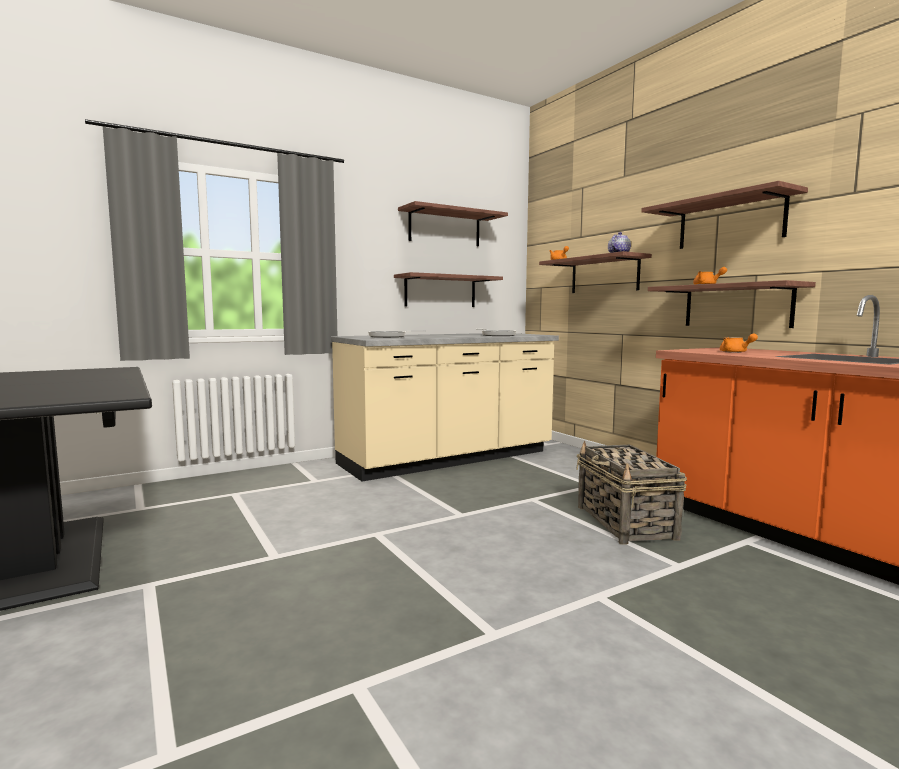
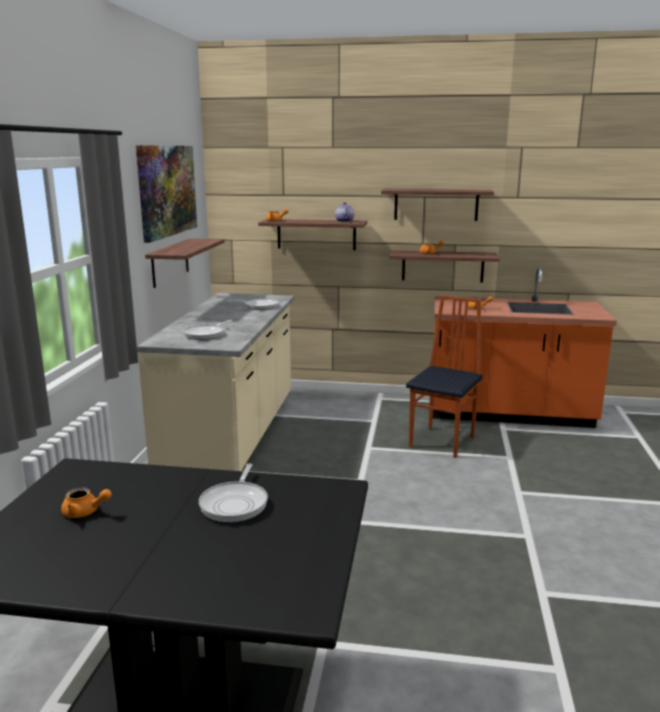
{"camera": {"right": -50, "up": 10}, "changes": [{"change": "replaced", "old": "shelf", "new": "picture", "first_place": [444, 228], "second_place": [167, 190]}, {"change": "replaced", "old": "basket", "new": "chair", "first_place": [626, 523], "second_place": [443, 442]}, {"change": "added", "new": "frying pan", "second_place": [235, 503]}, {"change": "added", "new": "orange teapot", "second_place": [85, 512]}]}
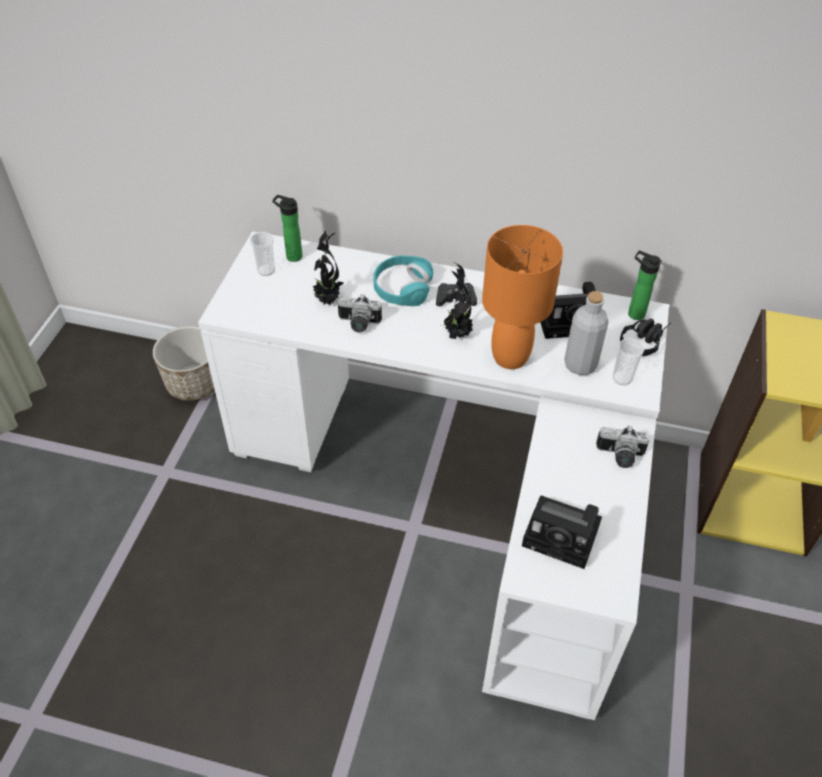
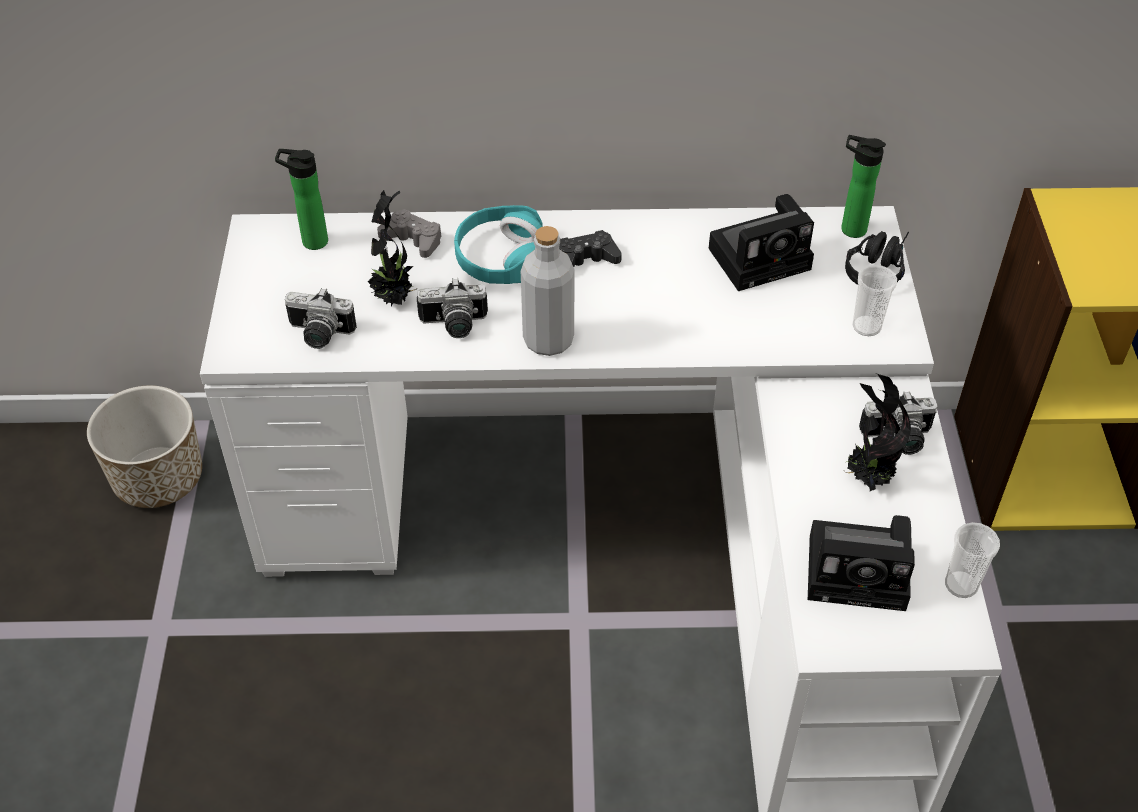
{"camera": {"right": -15, "up": 0}, "changes": [{"change": "removed", "old": "orange table lamp", "first_place": [510, 357]}, {"change": "moved", "old": "cup", "first_place": [266, 270], "second_place": [961, 585]}, {"change": "moved", "old": "potted plant", "first_place": [456, 333], "second_place": [866, 477]}, {"change": "moved", "old": "grey bottle", "first_place": [580, 365], "second_place": [548, 340]}, {"change": "added", "new": "grey game controller", "second_place": [413, 239]}, {"change": "added", "new": "photo camera", "second_place": [319, 335]}]}
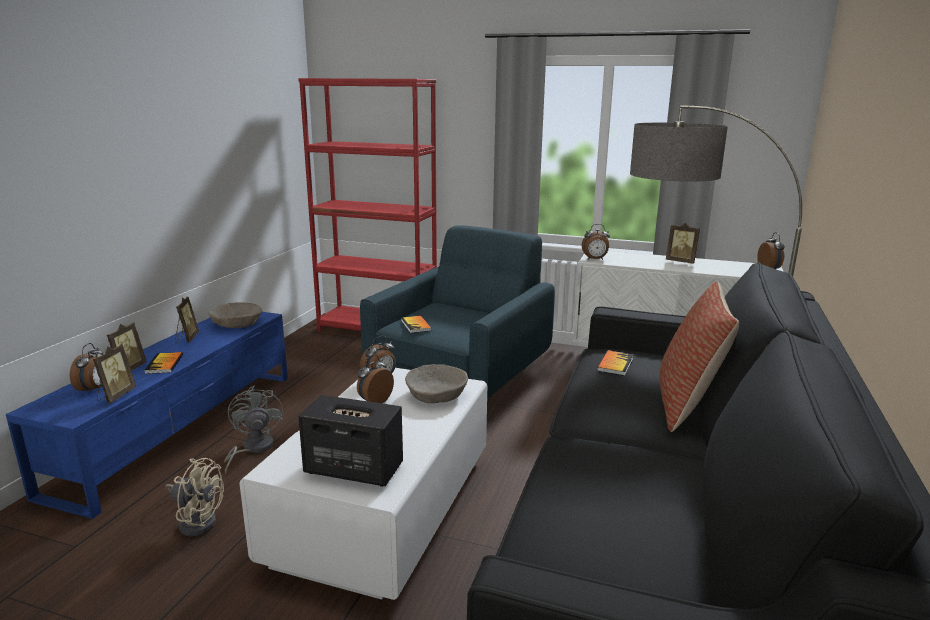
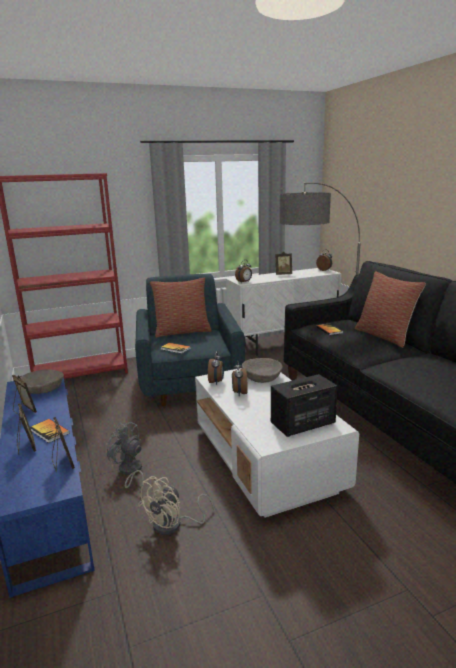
{"camera": {"right": -40, "up": 0}, "changes": [{"change": "removed", "old": "alarm clock", "first_place": [94, 389]}, {"change": "turned", "old": "beige fan", "first_place": [197, 520], "second_place": [173, 525], "degrees": 150}, {"change": "added", "new": "pillow", "second_place": [182, 331]}]}
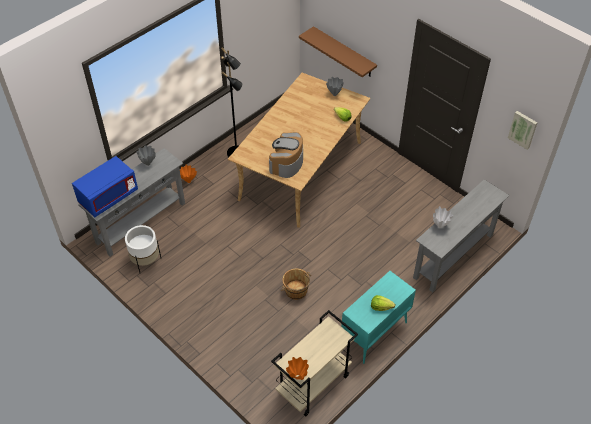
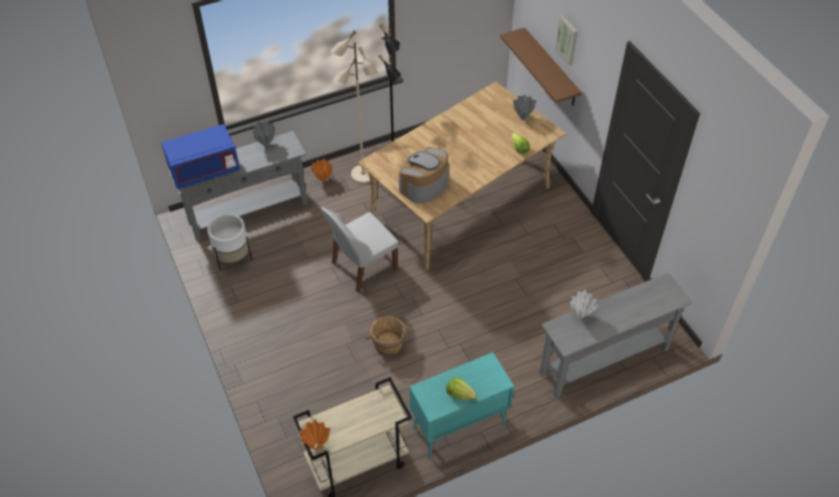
{"camera": {"right": 20, "up": 0}, "changes": [{"change": "moved", "old": "picture", "first_place": [523, 129], "second_place": [567, 40]}, {"change": "added", "new": "beige floor lamp", "second_place": [363, 175]}, {"change": "added", "new": "white chair", "second_place": [362, 267]}]}
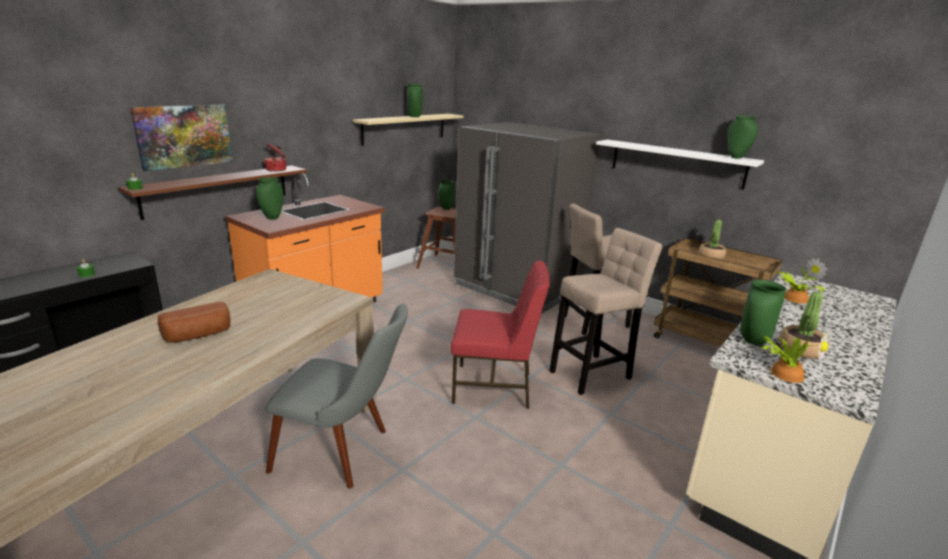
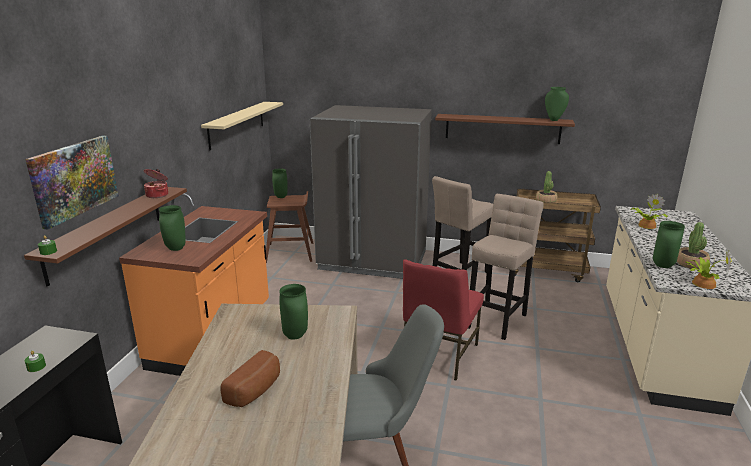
{"camera": {"right": -25, "up": 0}, "changes": [{"change": "moved", "old": "green vase", "first_place": [415, 116], "second_place": [296, 336]}, {"change": "recoloured", "old": "white shelf", "new": "brown shelf", "first_place": [676, 163], "second_place": [502, 128]}, {"change": "turned", "old": "red chair", "first_place": [494, 387], "second_place": [438, 355], "degrees": 135}]}
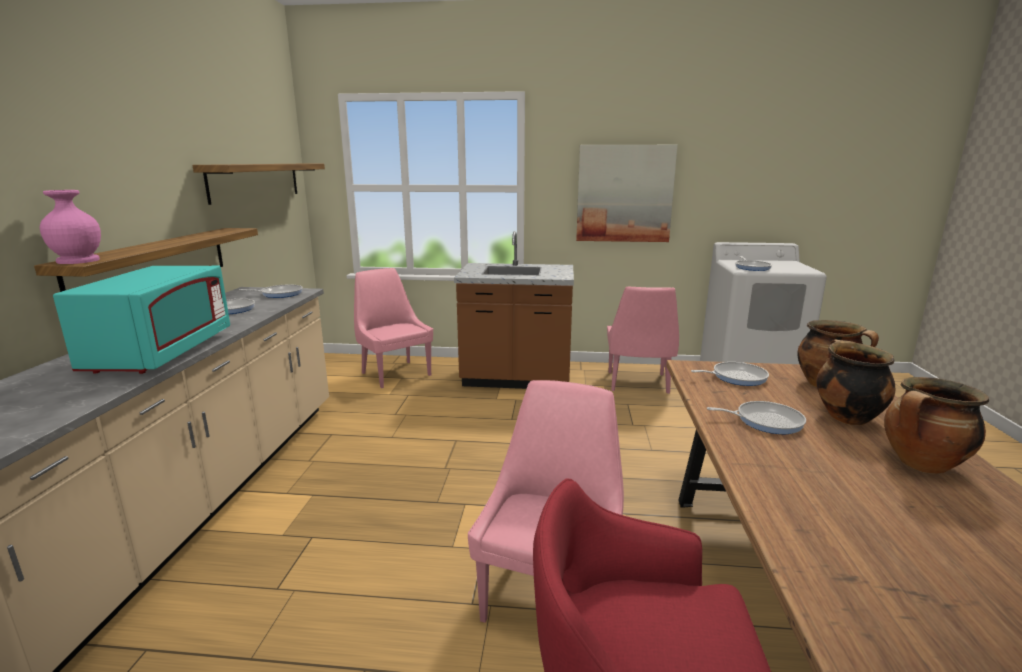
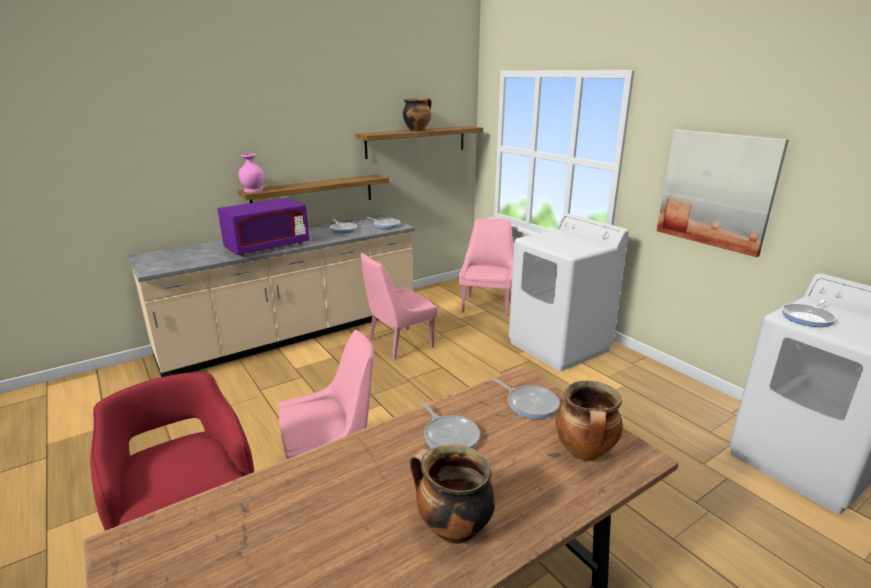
{"camera": {"right": 50, "up": 5}, "changes": [{"change": "replaced", "old": "brown counter", "new": "white washing machine", "first_place": [516, 380], "second_place": [559, 346]}, {"change": "recoloured", "old": "turquoise microwave", "new": "purple microwave", "first_place": [162, 353], "second_place": [267, 247]}, {"change": "moved", "old": "pink chair", "first_place": [638, 383], "second_place": [398, 344]}, {"change": "moved", "old": "cooking pot", "first_place": [845, 417], "second_place": [417, 130]}]}
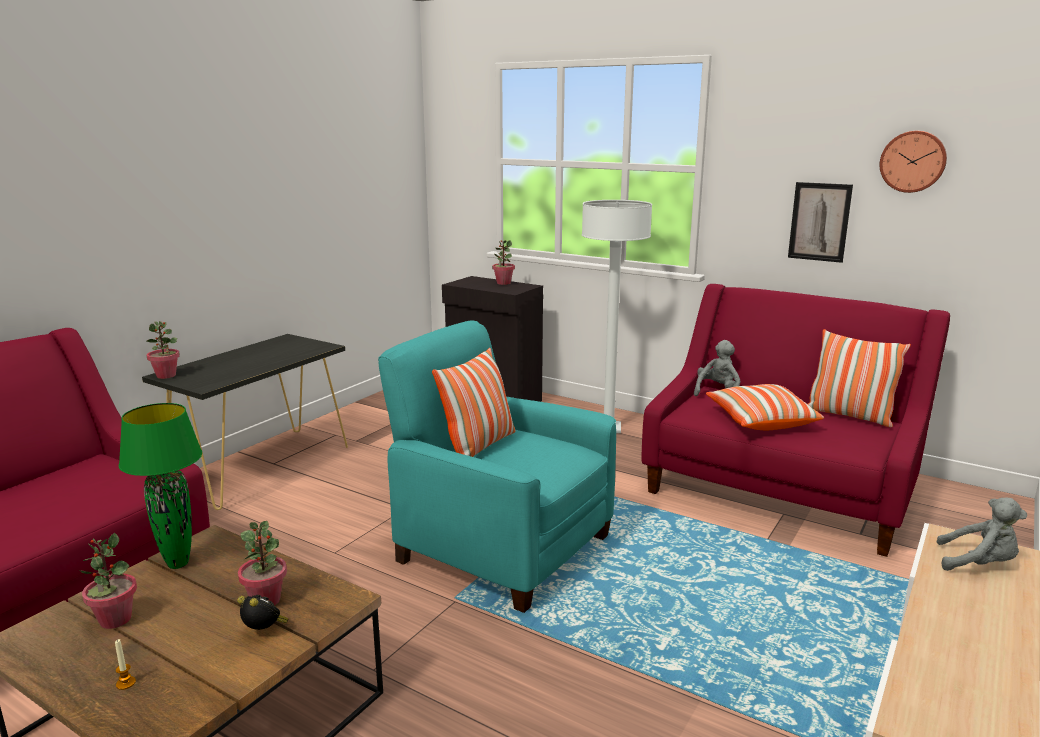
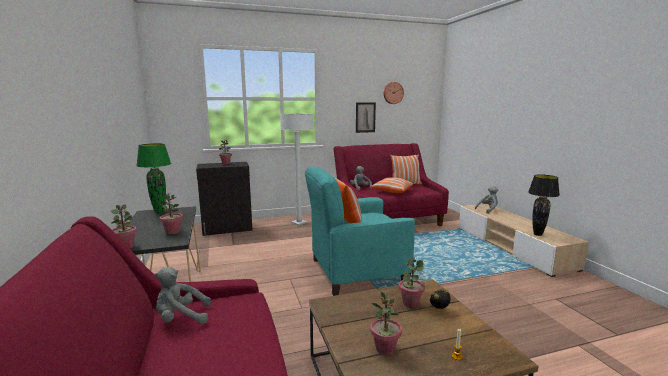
{"camera": {"right": -50, "up": -5}, "changes": [{"change": "moved", "old": "green table lamp", "first_place": [178, 563], "second_place": [159, 212]}, {"change": "added", "new": "black table lamp", "second_place": [538, 234]}, {"change": "added", "new": "potted plant", "second_place": [172, 232]}, {"change": "added", "new": "grey plush toy", "second_place": [181, 318]}]}
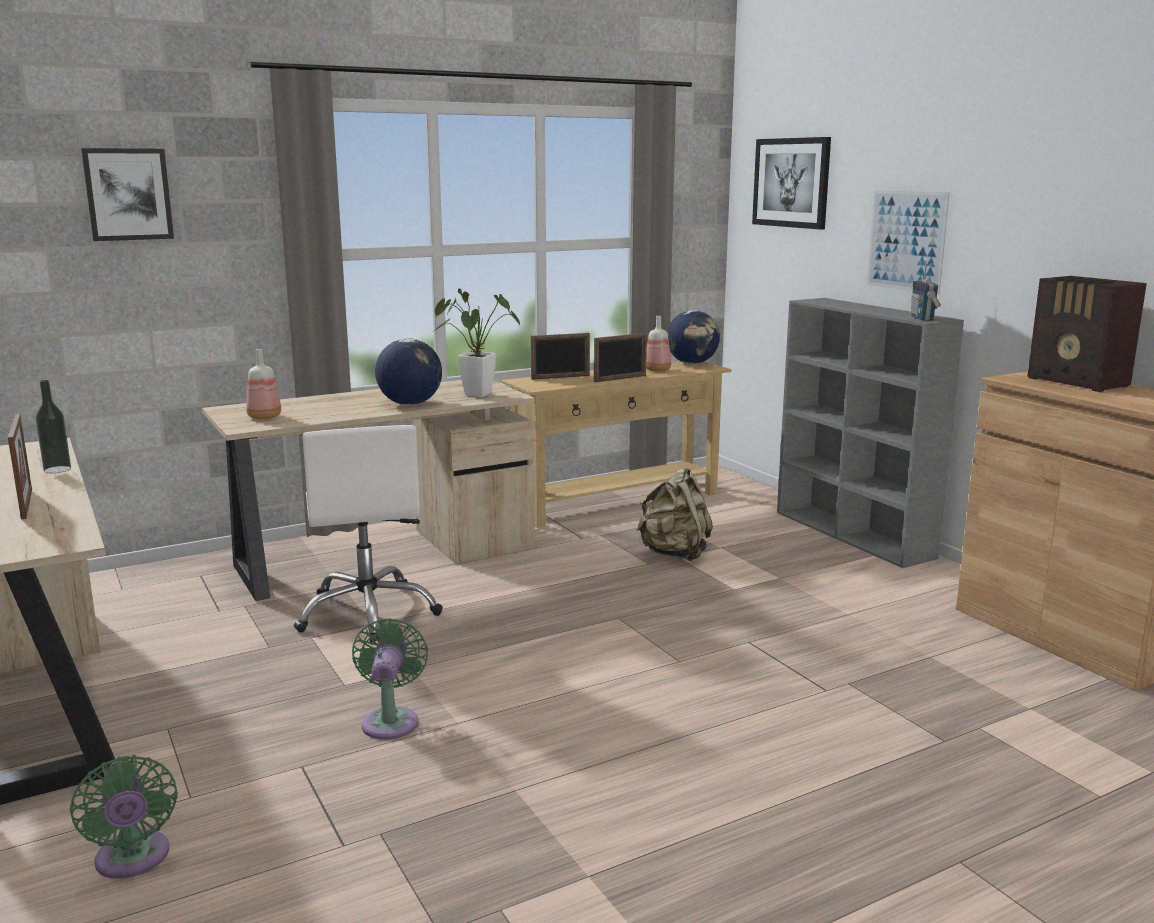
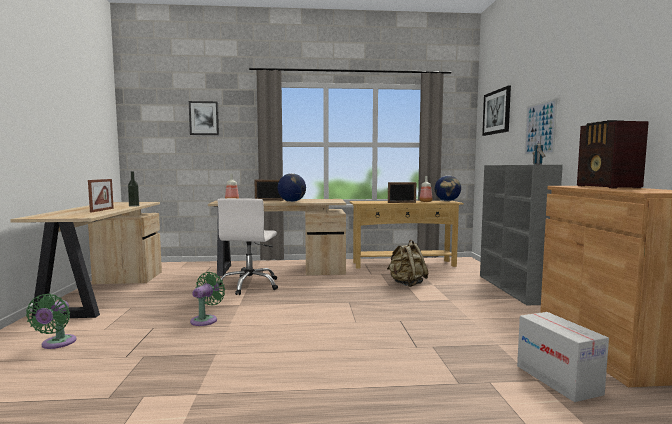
{"camera": {"right": 25, "up": -10}, "changes": [{"change": "removed", "old": "potted plant", "first_place": [472, 394]}, {"change": "moved", "old": "picture frame", "first_place": [560, 377], "second_place": [269, 200]}, {"change": "added", "new": "cardboard box", "second_place": [558, 380]}]}
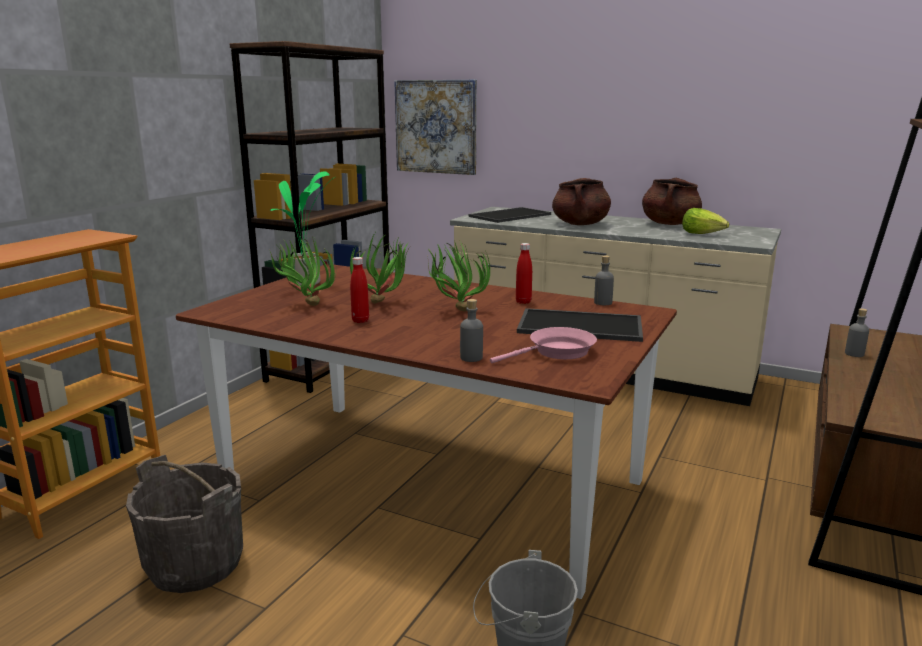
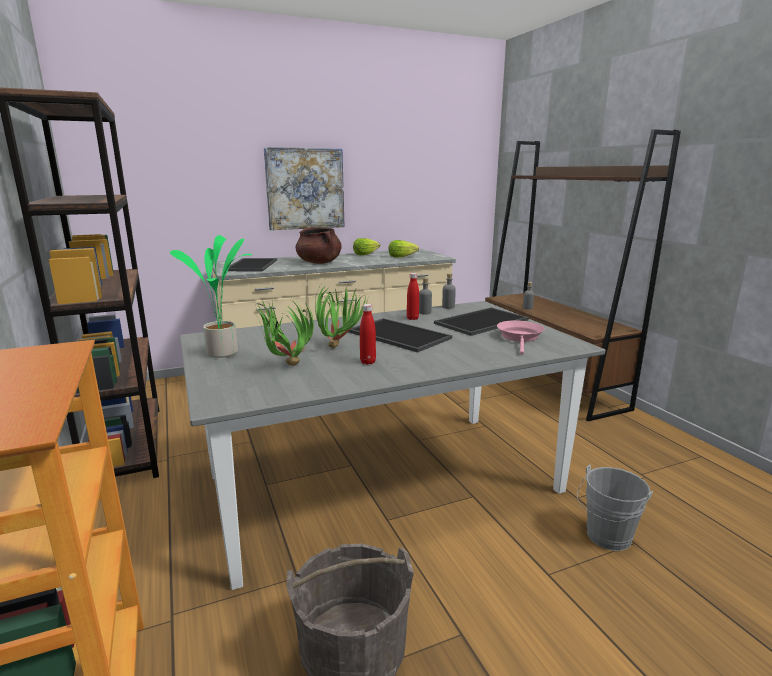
{"camera": {"right": -50, "up": 0}, "changes": [{"change": "moved", "old": "picture", "first_place": [436, 127], "second_place": [305, 189]}, {"change": "replaced", "old": "brown cooking pot", "new": "lettuce", "first_place": [669, 224], "second_place": [365, 254]}, {"change": "replaced", "old": "potted plant", "new": "tray", "first_place": [455, 310], "second_place": [396, 335]}, {"change": "recoloured", "old": "brown dining table", "new": "grey dining table", "first_place": [432, 481], "second_place": [384, 482]}, {"change": "moved", "old": "grey bottle", "first_place": [471, 358], "second_place": [424, 312]}]}
